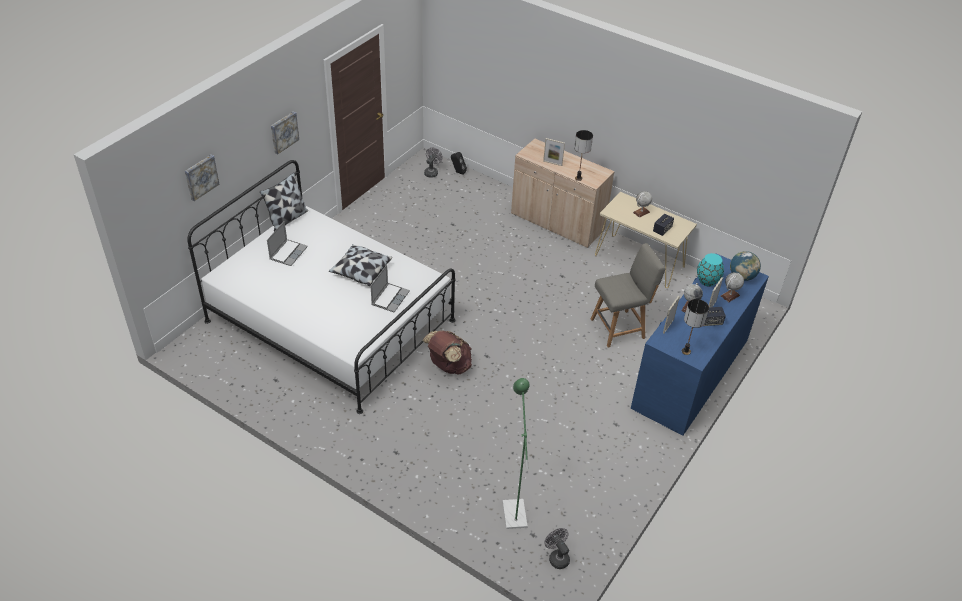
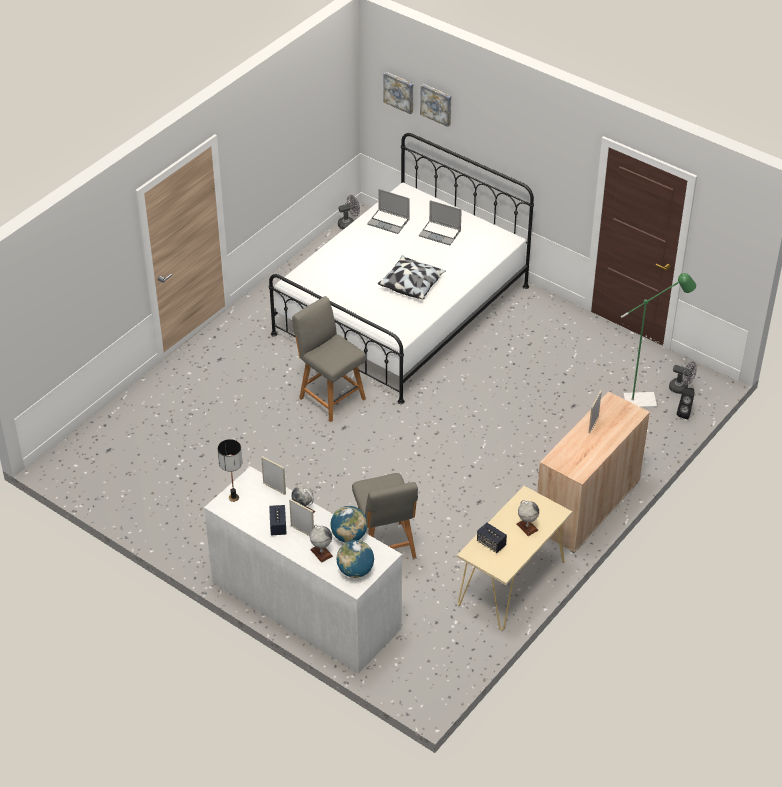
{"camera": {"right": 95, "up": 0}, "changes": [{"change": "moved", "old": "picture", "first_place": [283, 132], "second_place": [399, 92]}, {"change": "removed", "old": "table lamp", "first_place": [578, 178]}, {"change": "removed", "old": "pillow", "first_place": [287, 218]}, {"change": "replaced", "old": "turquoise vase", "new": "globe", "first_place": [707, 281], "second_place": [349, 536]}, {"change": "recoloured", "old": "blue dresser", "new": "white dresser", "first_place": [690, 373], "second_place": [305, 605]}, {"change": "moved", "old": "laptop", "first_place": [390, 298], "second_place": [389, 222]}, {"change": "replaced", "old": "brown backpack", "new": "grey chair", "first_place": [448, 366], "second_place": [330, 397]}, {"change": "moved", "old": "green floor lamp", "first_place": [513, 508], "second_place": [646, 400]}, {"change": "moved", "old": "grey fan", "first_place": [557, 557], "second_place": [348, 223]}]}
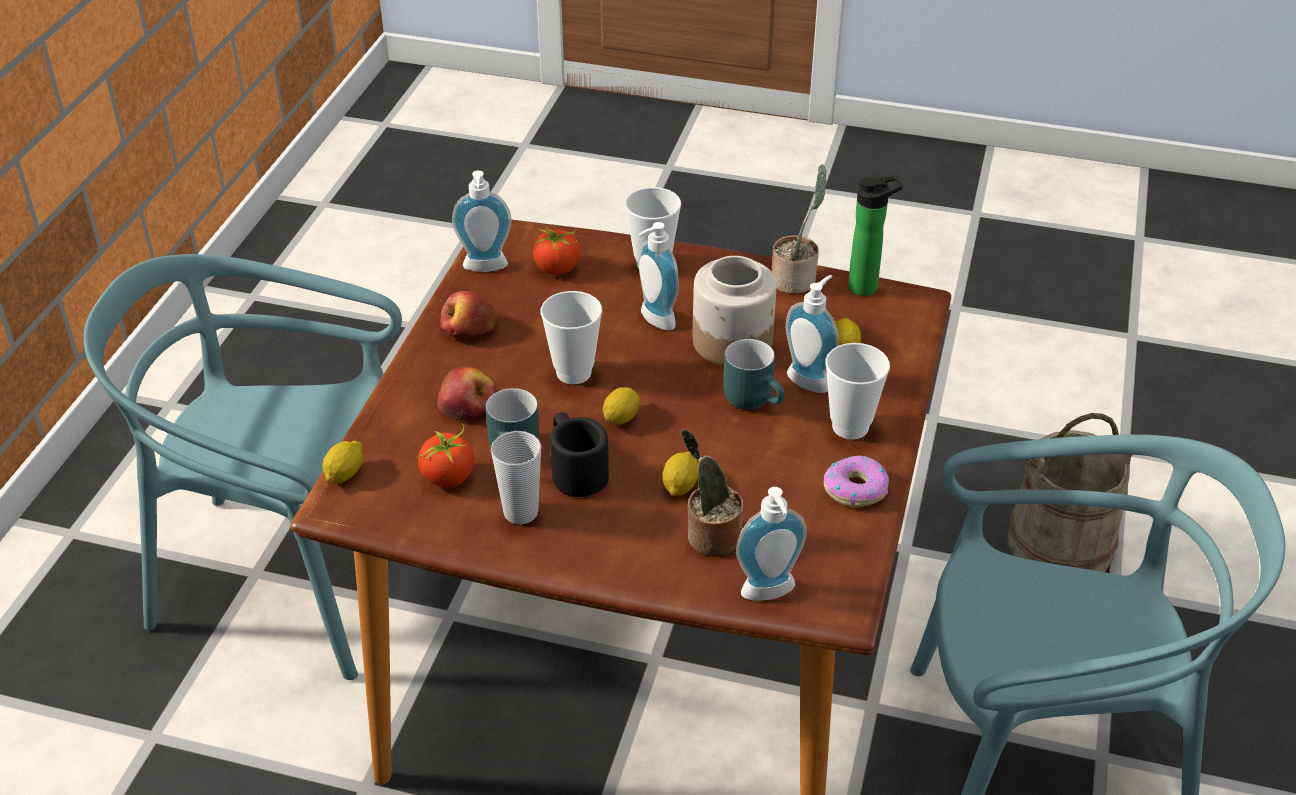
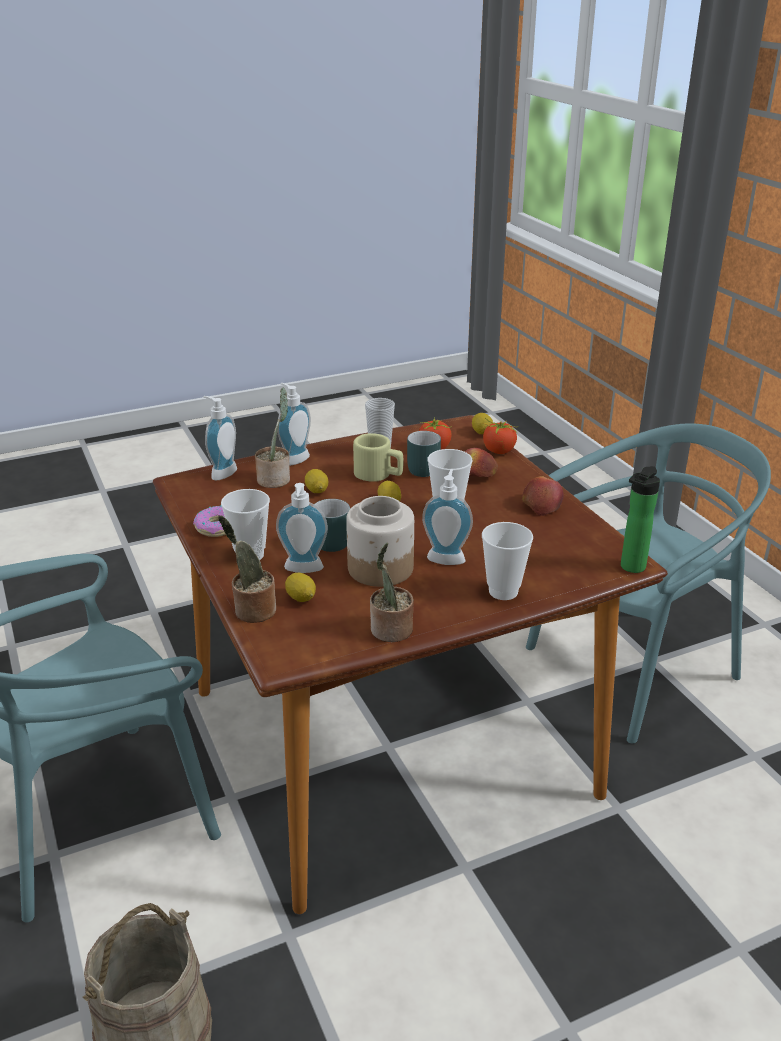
{"camera": {"right": 140, "up": -10}, "changes": [{"change": "moved", "old": "soap dispenser", "first_place": [485, 268], "second_place": [293, 459]}, {"change": "moved", "old": "bottle", "first_place": [867, 287], "second_place": [631, 568]}, {"change": "moved", "old": "tomato", "first_place": [557, 268], "second_place": [498, 451]}, {"change": "recoloured", "old": "black mug", "new": "beige mug", "first_place": [575, 470], "second_place": [379, 475]}, {"change": "added", "new": "potted plant", "second_place": [252, 611]}]}
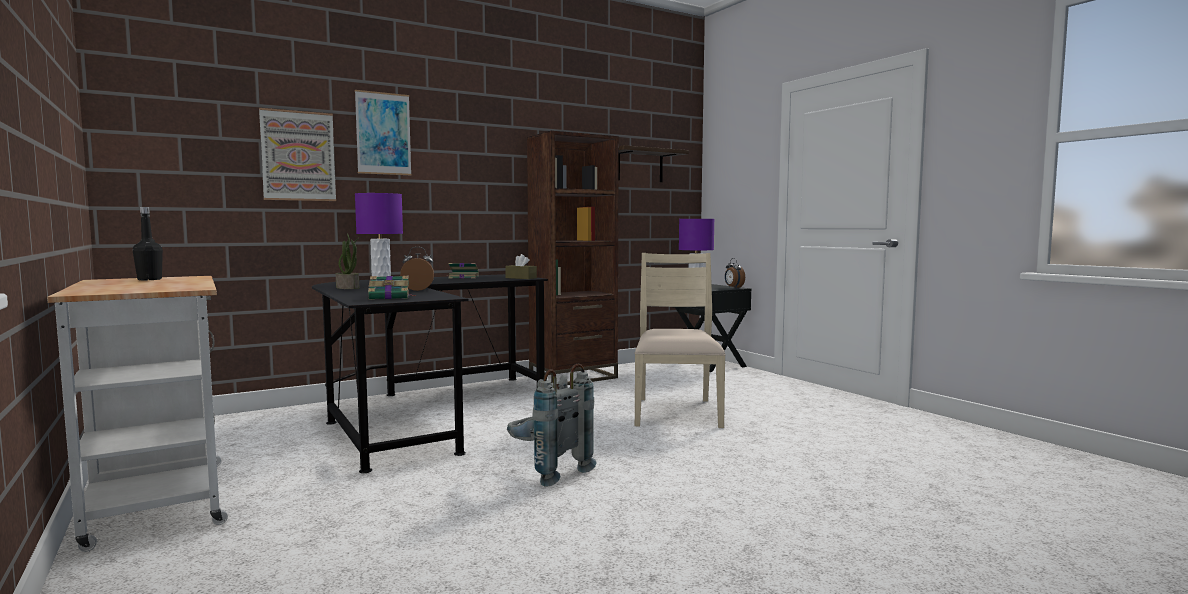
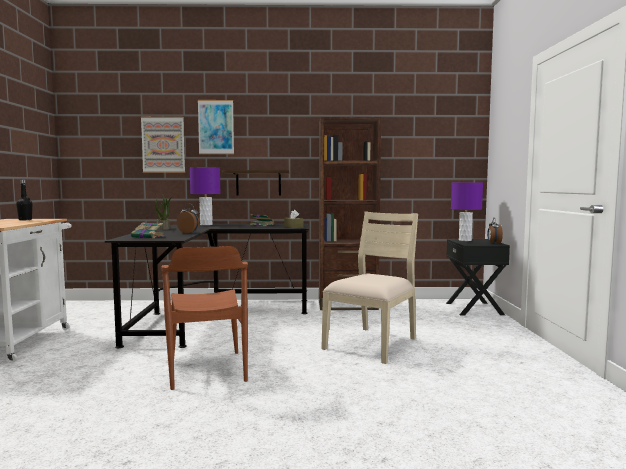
{"camera": {"right": 30, "up": 0}, "changes": [{"change": "moved", "old": "shelf", "first_place": [640, 166], "second_place": [258, 183]}, {"change": "replaced", "old": "grey backpack", "new": "brown chair", "first_place": [547, 471], "second_place": [207, 369]}]}
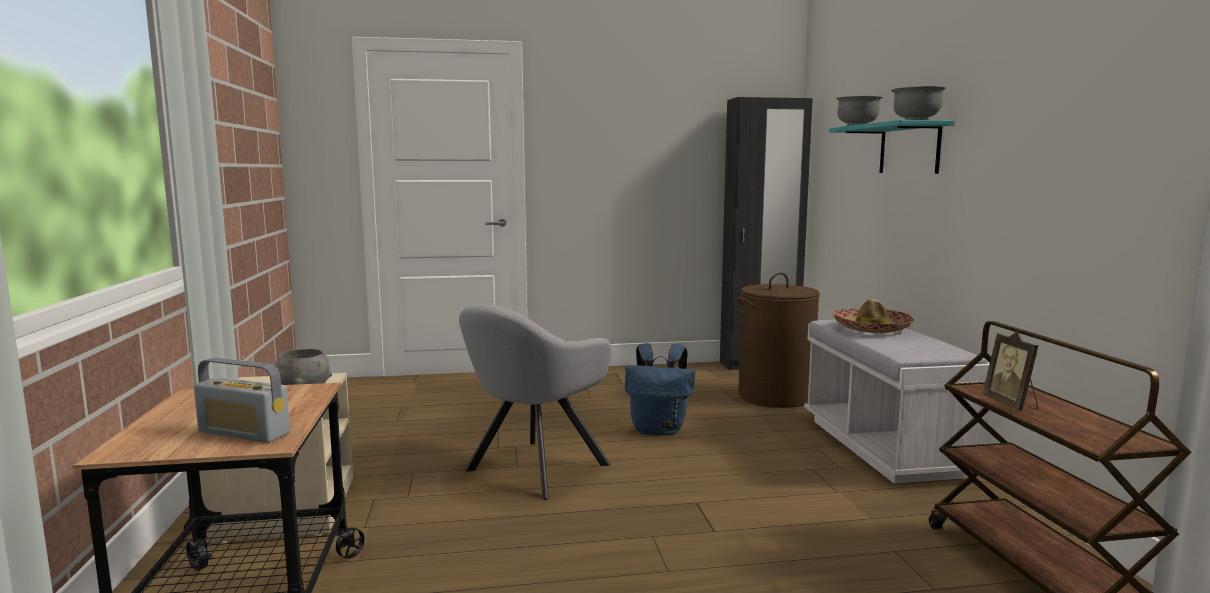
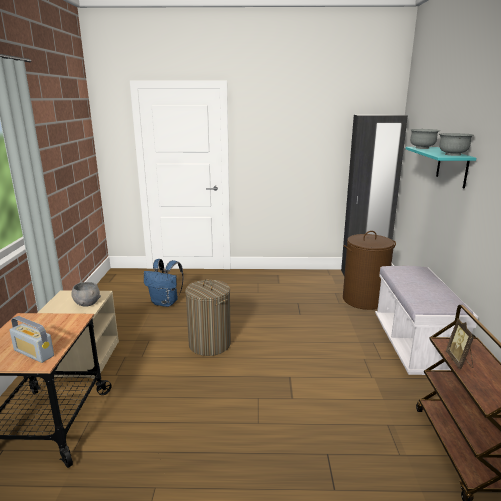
{"camera": {"right": 10, "up": 10}, "changes": [{"change": "removed", "old": "hat", "first_place": [871, 328]}, {"change": "replaced", "old": "grey armchair", "new": "laundry basket", "first_place": [531, 470], "second_place": [209, 344]}, {"change": "moved", "old": "blue backpack", "first_place": [659, 430], "second_place": [166, 303]}]}
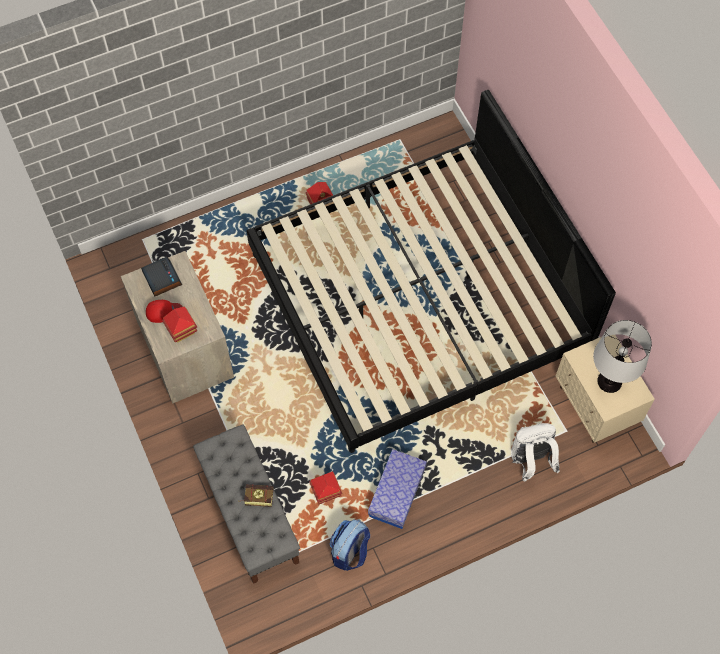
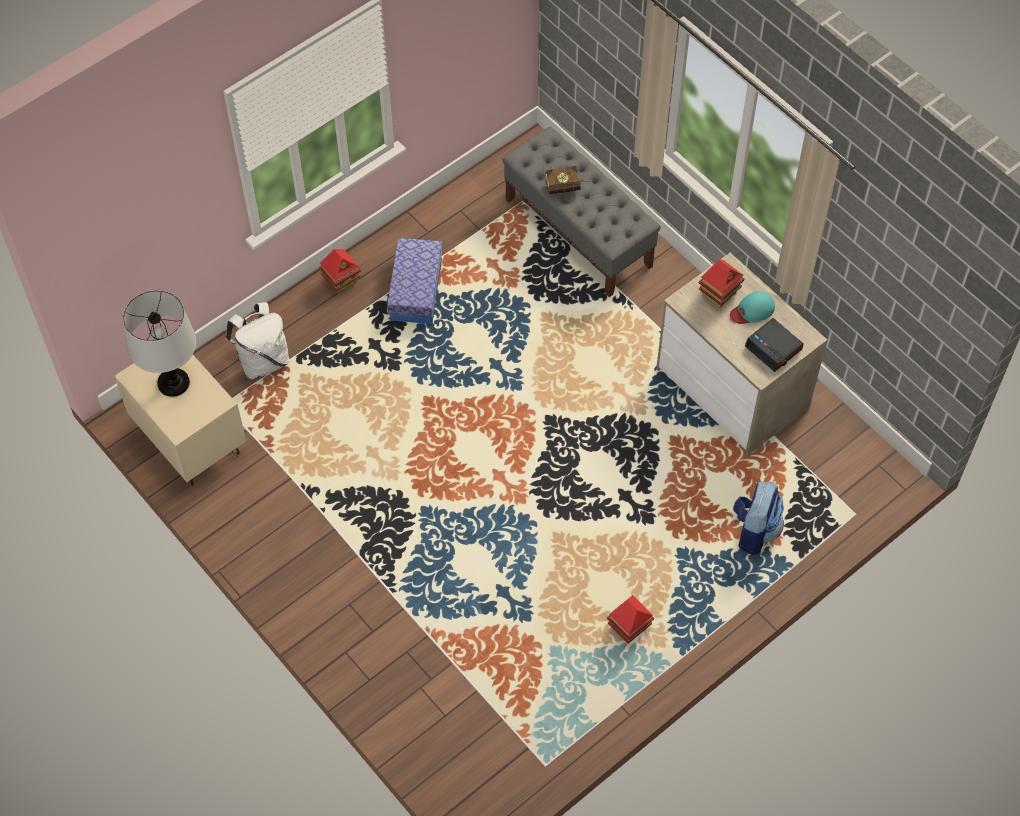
{"camera": {"right": 165, "up": -5}, "changes": [{"change": "removed", "old": "bed", "first_place": [418, 301]}, {"change": "recoloured", "old": "red cap", "new": "turquoise cap", "first_place": [163, 311], "second_place": [752, 310]}, {"change": "moved", "old": "toy house", "first_place": [326, 492], "second_place": [341, 280]}, {"change": "moved", "old": "backpack", "first_place": [350, 551], "second_place": [754, 530]}]}
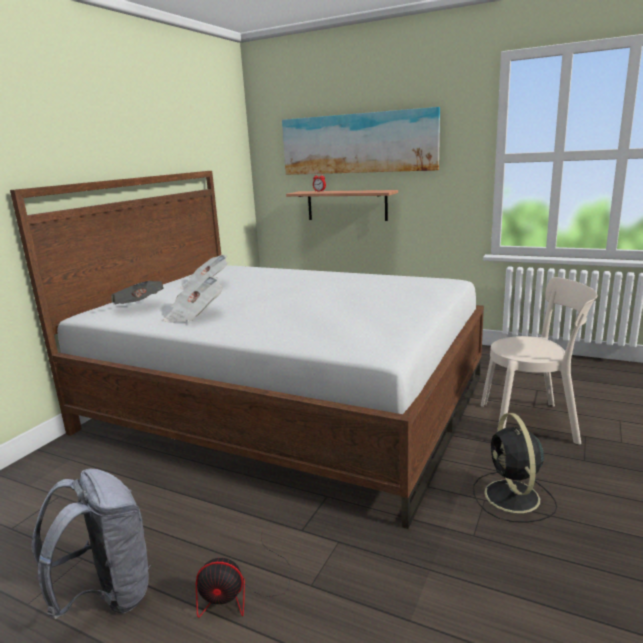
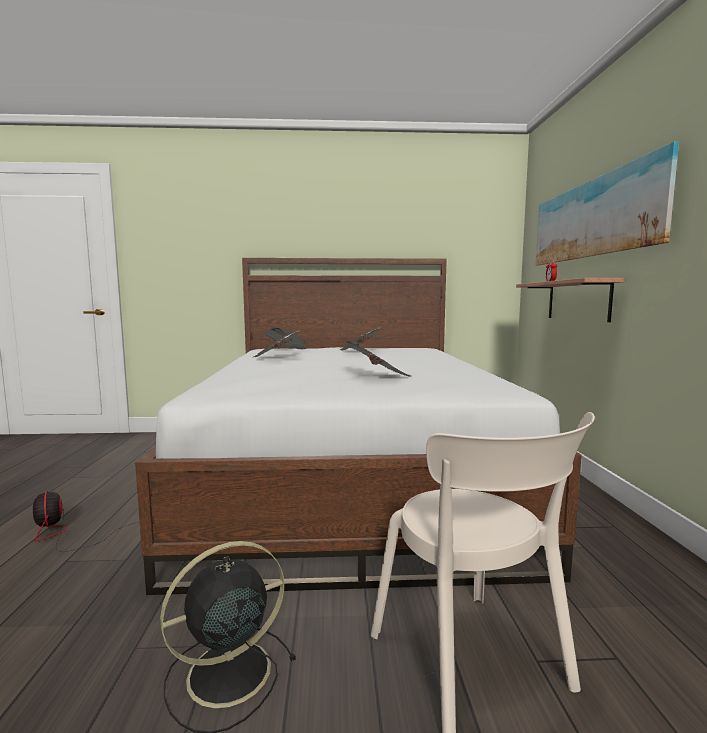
{"camera": {"right": 60, "up": -10}, "changes": [{"change": "removed", "old": "grey backpack", "first_place": [107, 595]}, {"change": "added", "new": "newspaper", "second_place": [377, 377]}]}
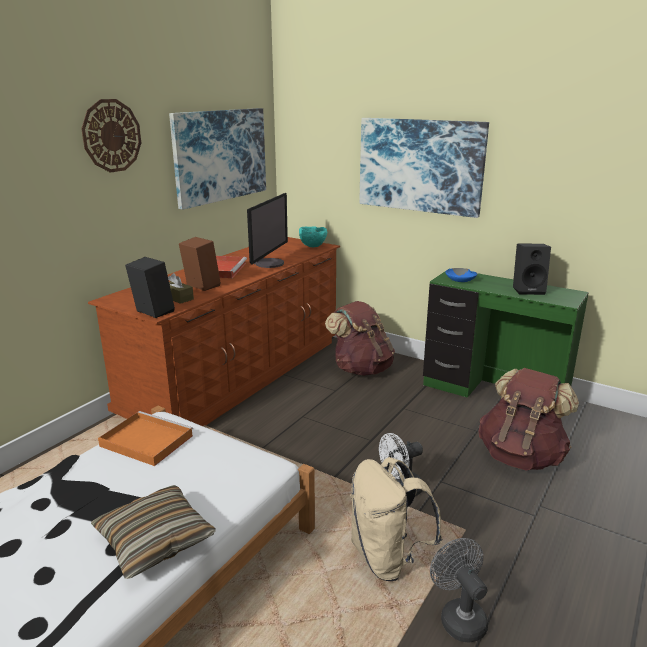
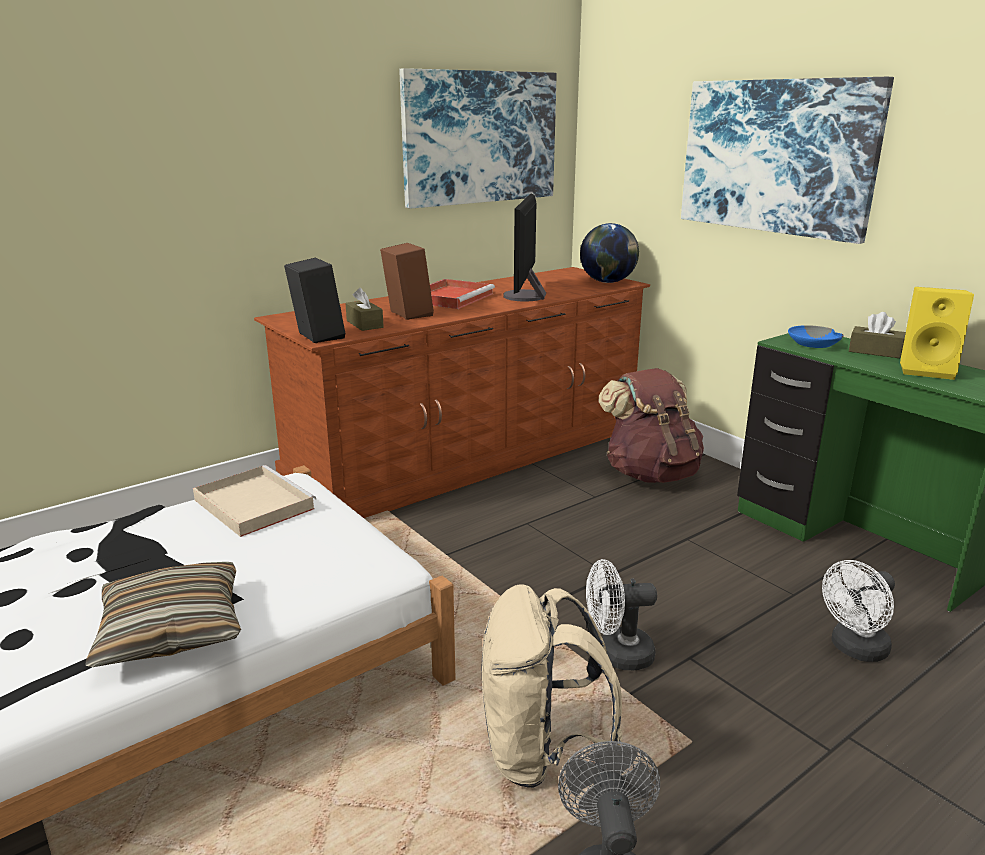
{"camera": {"right": 20, "up": 0}, "changes": [{"change": "removed", "old": "wall clock", "first_place": [111, 136]}, {"change": "turned", "old": "monitor", "first_place": [269, 263], "second_place": [525, 296], "degrees": 150}, {"change": "replaced", "old": "turquoise bowl", "new": "globe", "first_place": [313, 246], "second_place": [608, 282]}, {"change": "recoloured", "old": "black speaker", "new": "yellow speaker", "first_place": [528, 290], "second_place": [927, 370]}, {"change": "replaced", "old": "brown backpack", "new": "white fan", "first_place": [521, 456], "second_place": [854, 649]}, {"change": "recoloured", "old": "orange tray", "new": "beige tray", "first_place": [145, 441], "second_place": [252, 504]}, {"change": "added", "new": "brown tissue box", "second_place": [875, 351]}]}
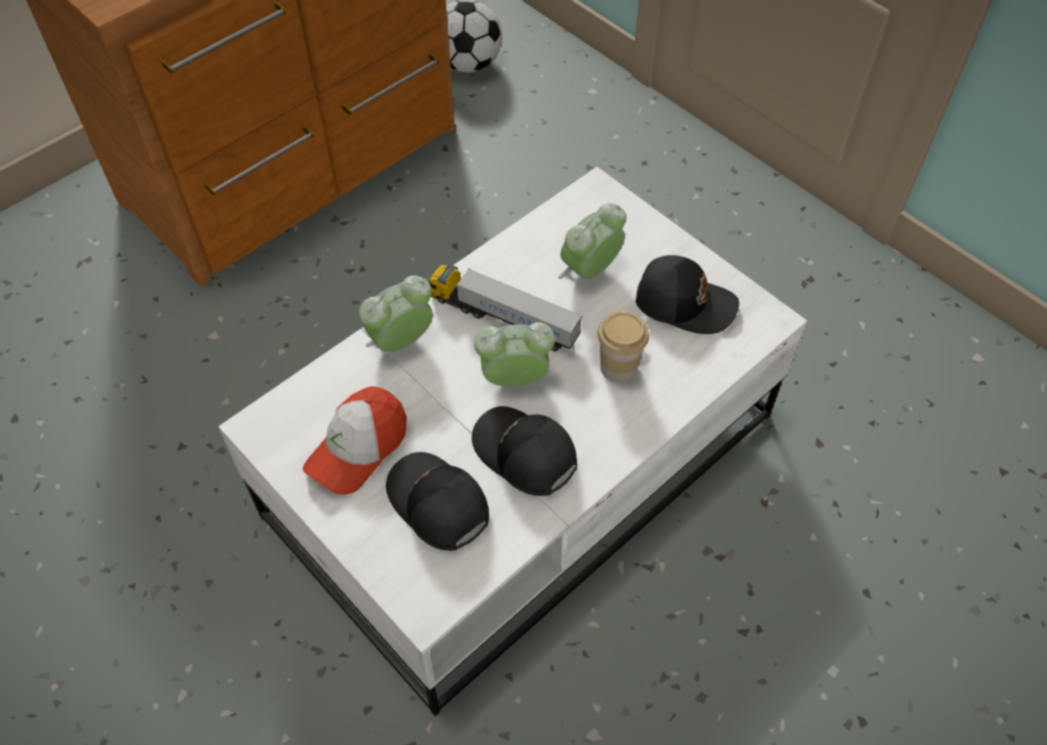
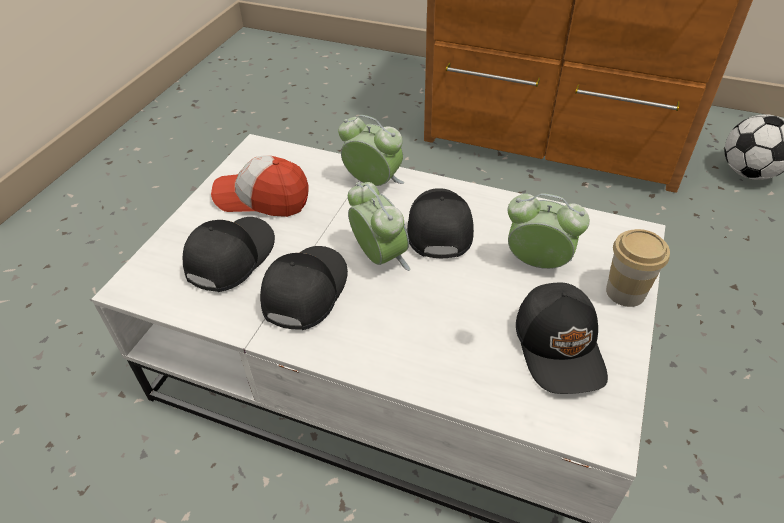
{"camera": {"right": 65, "up": -10}, "changes": [{"change": "replaced", "old": "toy truck", "new": "black cap", "first_place": [503, 319], "second_place": [438, 228]}, {"change": "moved", "old": "cup", "first_place": [619, 367], "second_place": [625, 292]}]}
